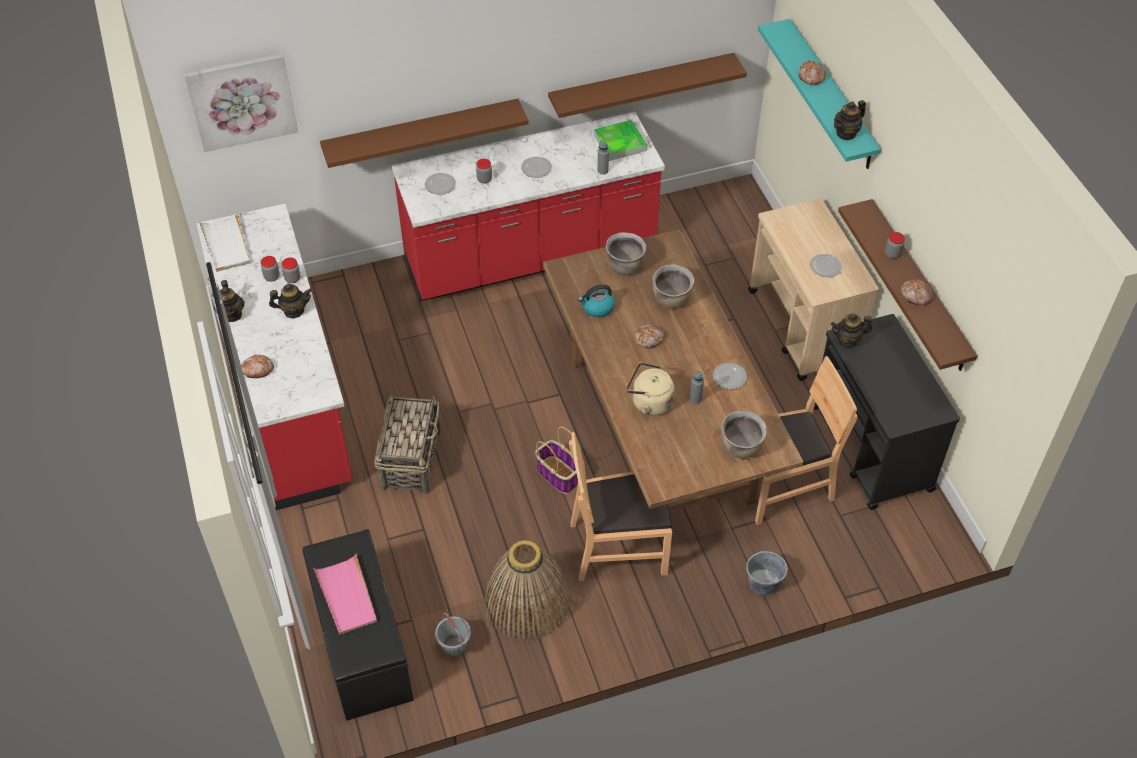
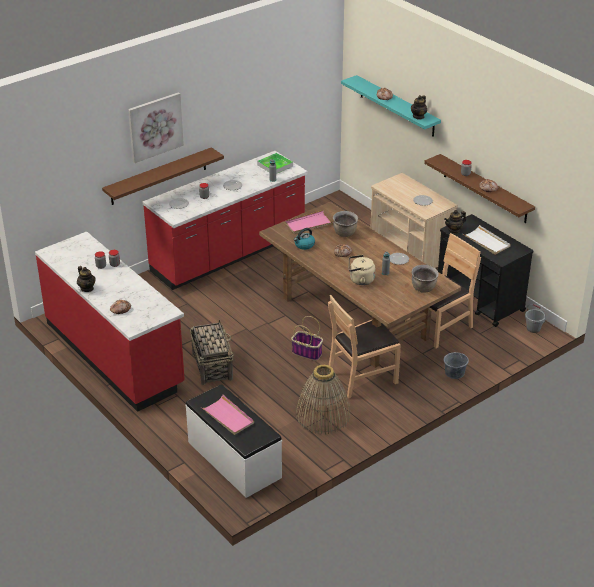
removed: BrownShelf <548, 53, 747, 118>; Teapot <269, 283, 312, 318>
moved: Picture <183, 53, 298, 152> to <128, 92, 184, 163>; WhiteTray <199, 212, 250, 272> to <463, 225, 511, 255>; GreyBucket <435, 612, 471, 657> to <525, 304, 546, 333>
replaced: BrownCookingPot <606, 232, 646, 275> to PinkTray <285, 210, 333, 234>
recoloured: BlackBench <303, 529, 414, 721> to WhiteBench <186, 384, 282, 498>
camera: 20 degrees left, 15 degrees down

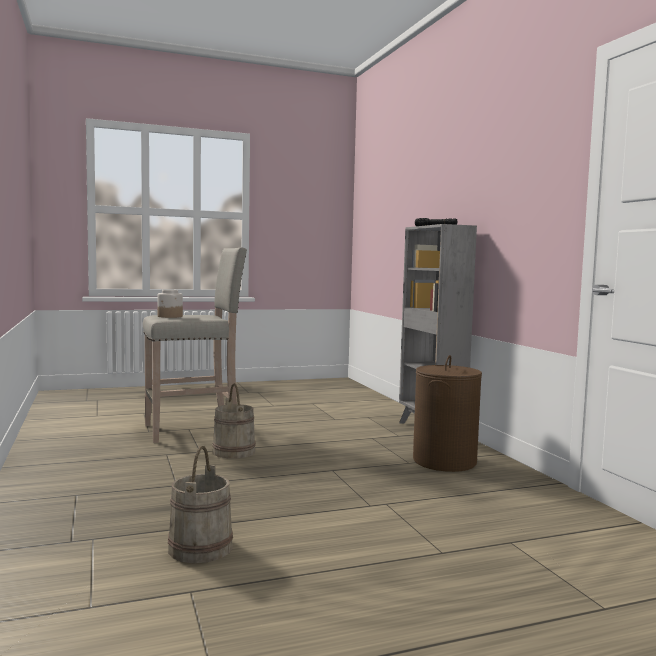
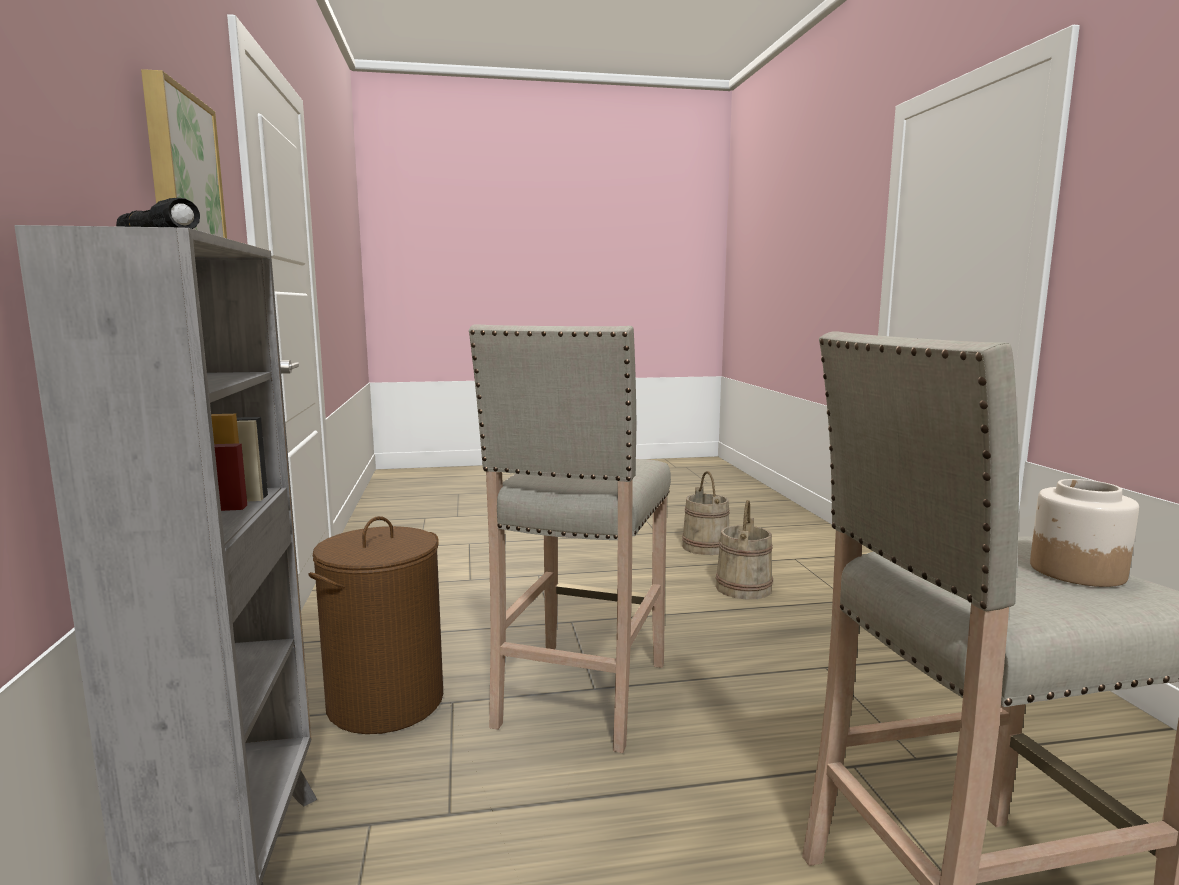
added: Picture <141, 69, 227, 238>; BeigeStool <469, 324, 671, 753>
moved: BeigeBucket <212, 383, 256, 459> to <682, 471, 730, 555>
camera: 170 degrees left, 5 degrees up

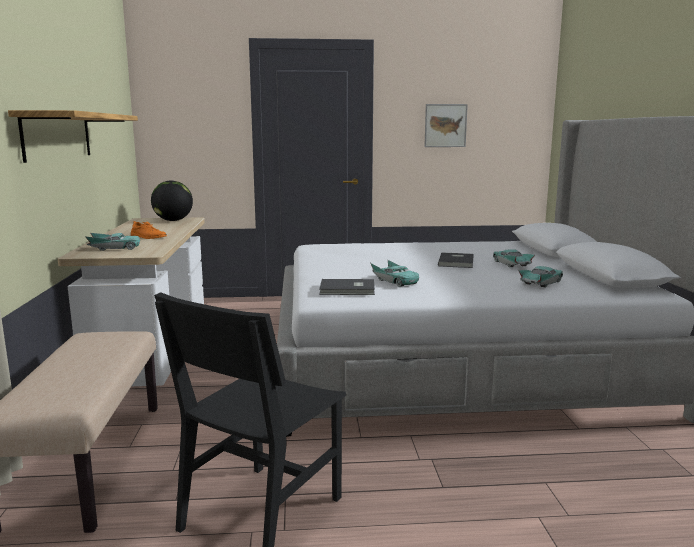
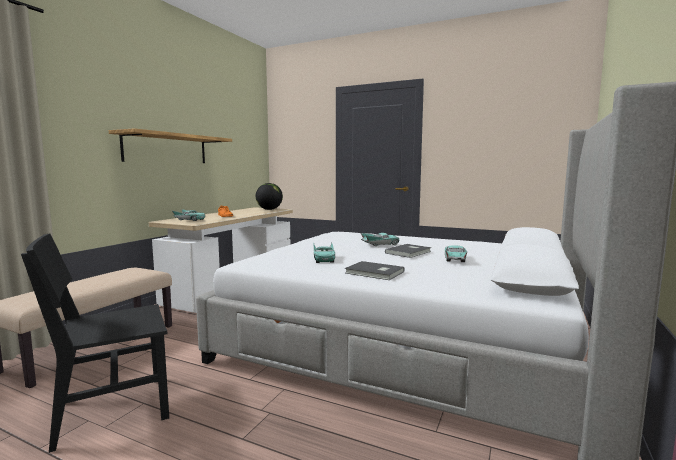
removed: Picture <424, 104, 468, 147>
moved: TurquoiseToyCar <518, 266, 563, 288> to <361, 233, 399, 246>; GreyBook <319, 279, 375, 295> to <345, 261, 405, 280>
camera: 30 degrees right, 5 degrees down

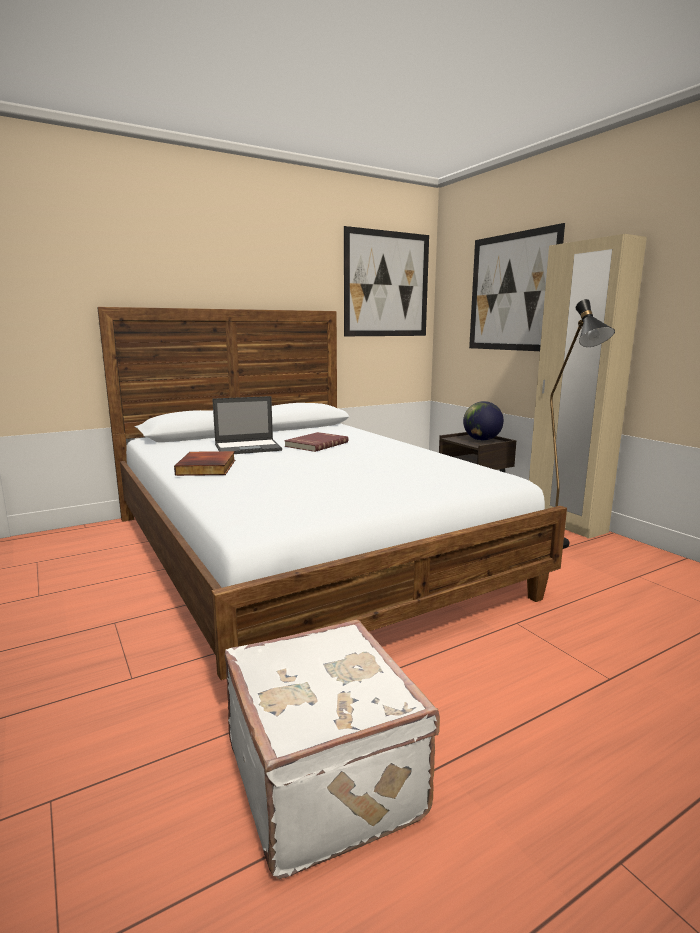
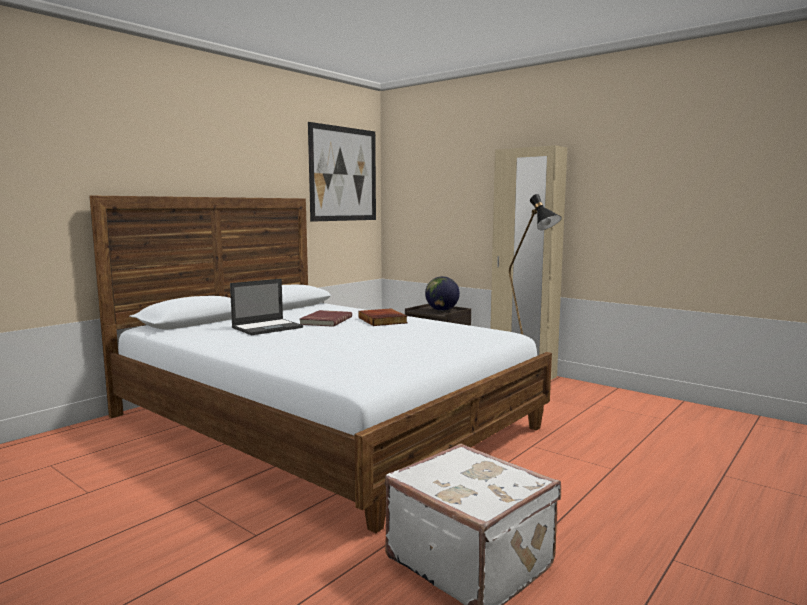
removed: Picture <469, 223, 565, 351>
moved: Book <174, 451, 235, 476> to <358, 308, 407, 326>
camera: 20 degrees left, 5 degrees down

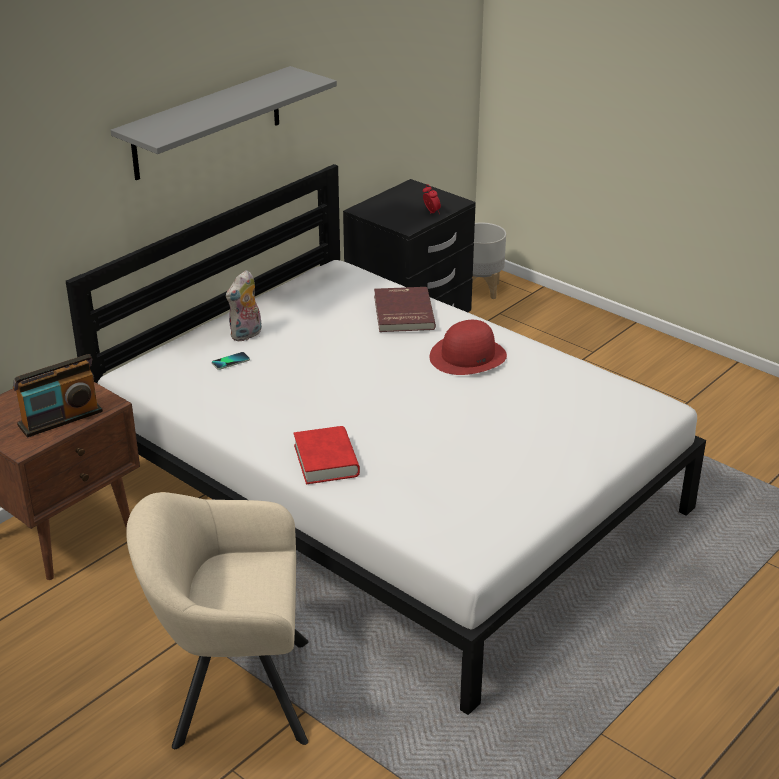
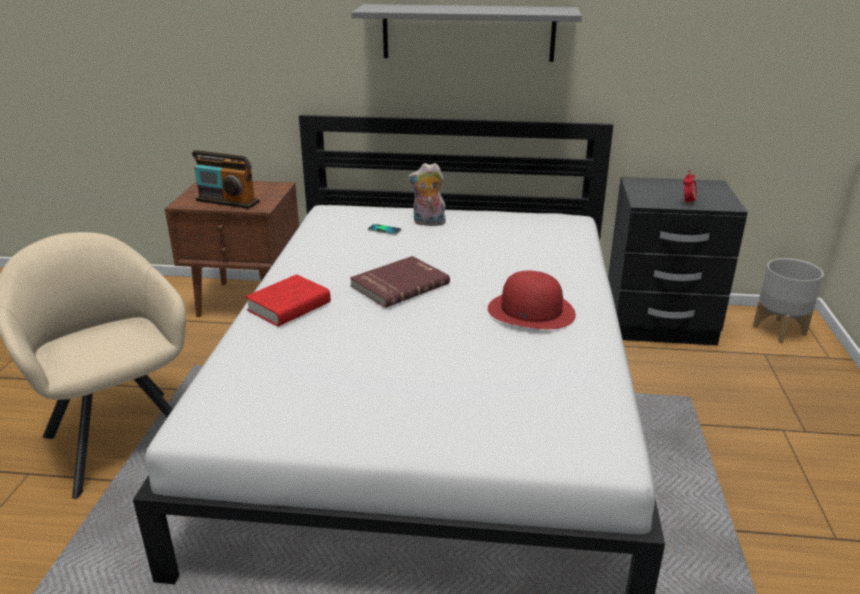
moved: RedBook <374, 287, 436, 332> to <350, 256, 450, 308>
camera: 55 degrees right, 5 degrees down

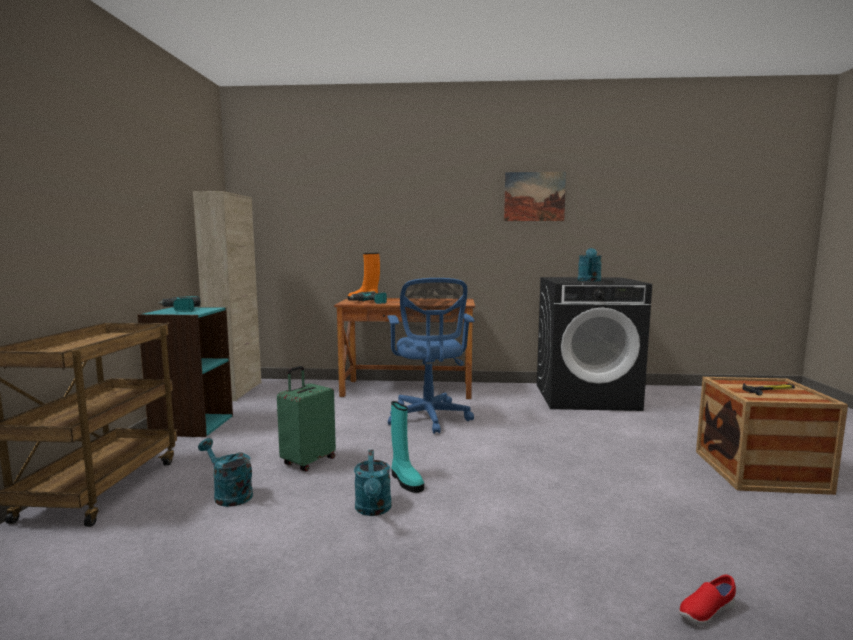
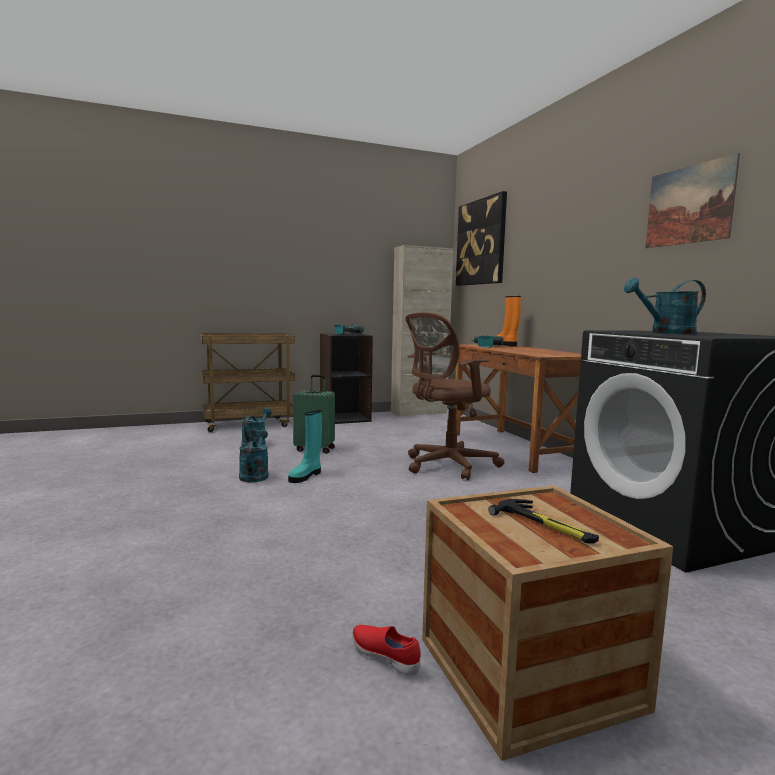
added: Picture <456, 191, 507, 286>
moved: RedShoe <679, 574, 736, 626> to <352, 625, 421, 676>
recoloured: BlueOfficeChair <387, 278, 474, 434> to BrownOfficeChair <406, 312, 505, 480>; TurquoiseBookcase <137, 307, 233, 437> to BlackBookcase <320, 333, 373, 424>
turned: TurquoiseWateringCan <354, 449, 392, 516> = <239, 429, 269, 482> 120 degrees clockwise
camera: 65 degrees right, 0 degrees up

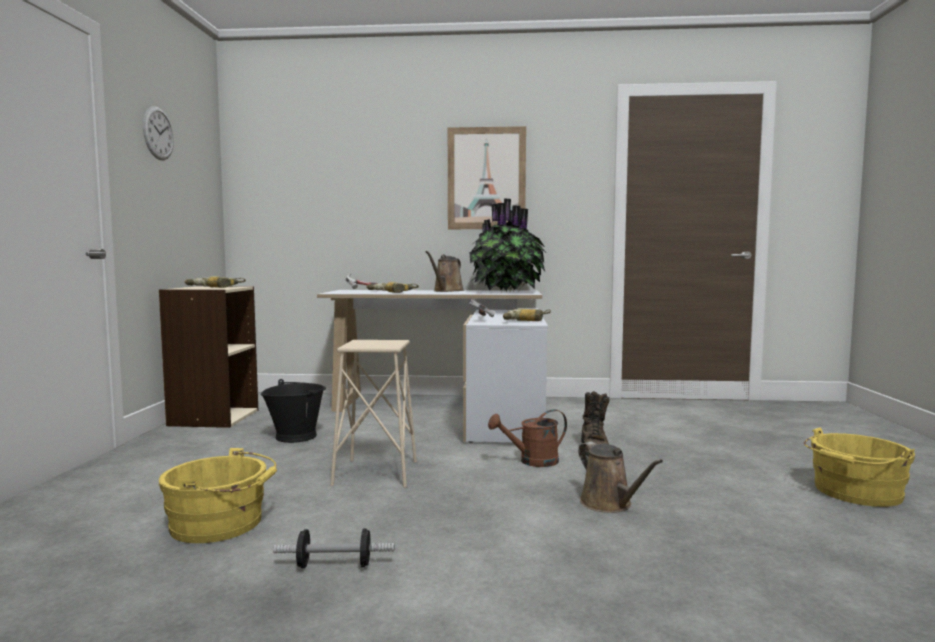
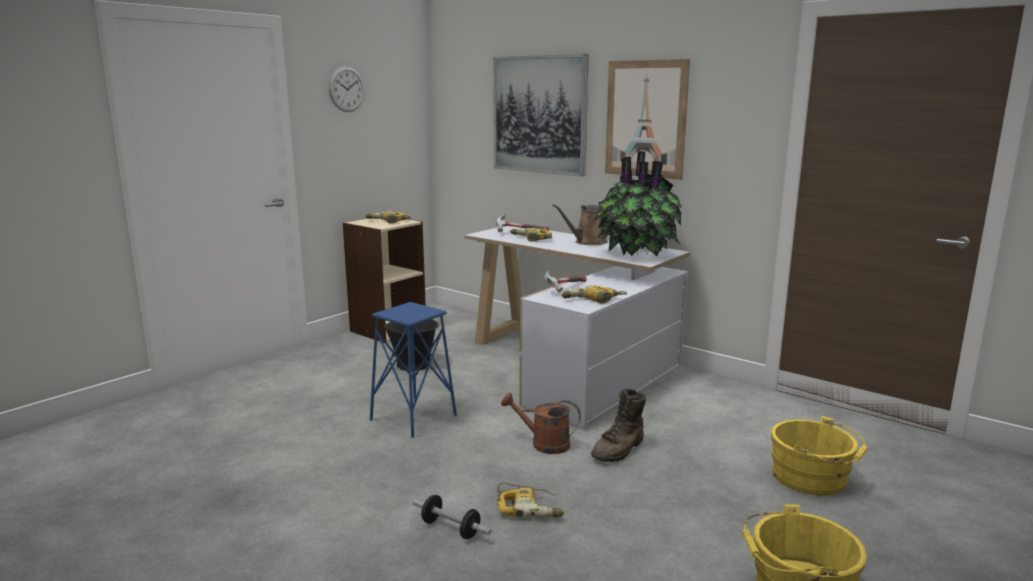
added: Picture <493, 54, 589, 176>
moved: YellowBucket <159, 448, 277, 543> to <770, 416, 868, 496>; Dumbbell <273, 528, 394, 568> to <412, 495, 491, 539>
replaced: BrownWateringCan <578, 441, 663, 513> to PowerDrill <497, 482, 564, 519>
recoloured: BeigeStool <330, 340, 417, 488> to BlueStool <370, 302, 457, 438>
camera: 35 degrees right, 10 degrees up

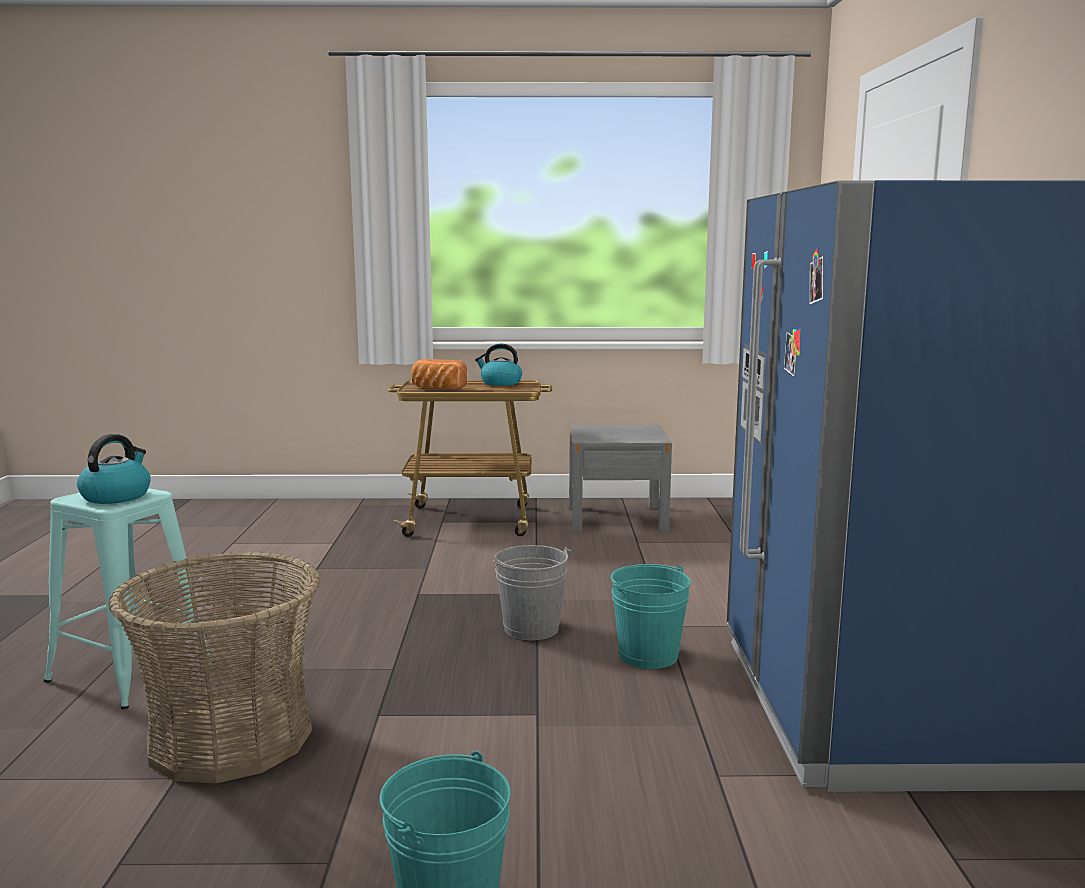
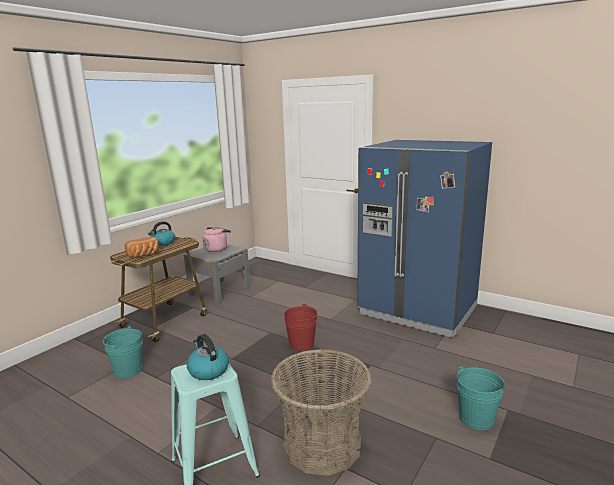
added: PinkKettle <202, 227, 231, 252>
moved: TurquoiseBucket <611, 564, 690, 669> to <103, 326, 143, 378>
recoloured: GreyBucket <493, 545, 571, 640> to RedBucket <284, 304, 317, 351>
camera: 55 degrees left, 5 degrees up

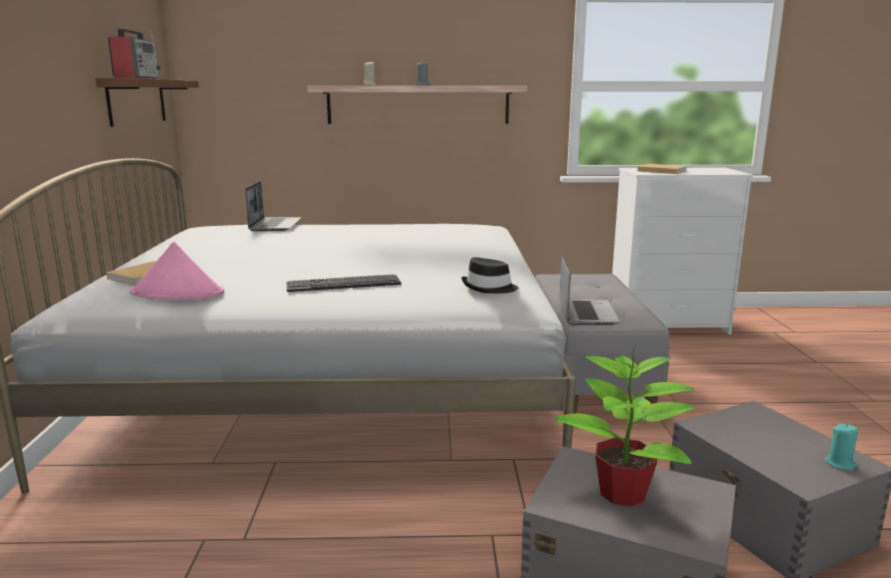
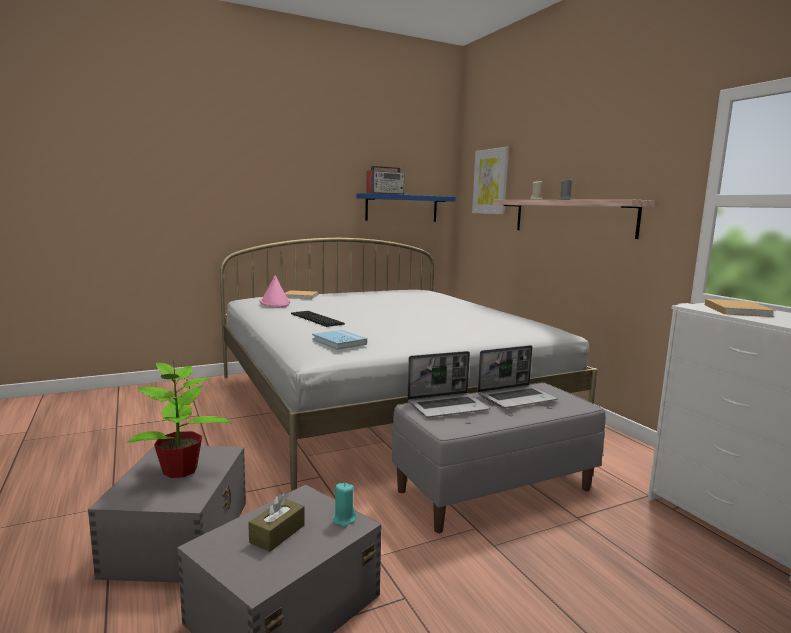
added: Picture <472, 147, 509, 214>; BrownTissueBox <248, 493, 305, 552>
moved: Laptop <245, 181, 301, 231> to <477, 345, 558, 408>; TurquoiseCandle <825, 424, 859, 471> to <333, 483, 357, 527>
replaced: BlackHat <461, 257, 518, 293> to BlueBook <313, 330, 367, 350>
recoloured: BrownShelf <96, 78, 199, 127> to BlueShelf <356, 193, 456, 222>
camera: 65 degrees right, 5 degrees down

